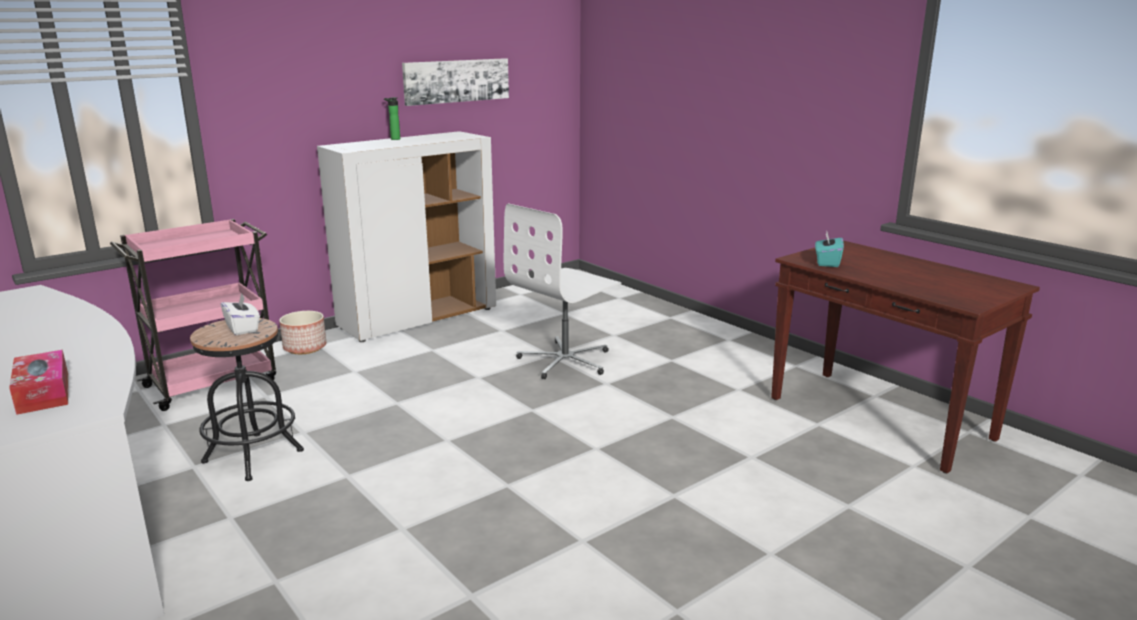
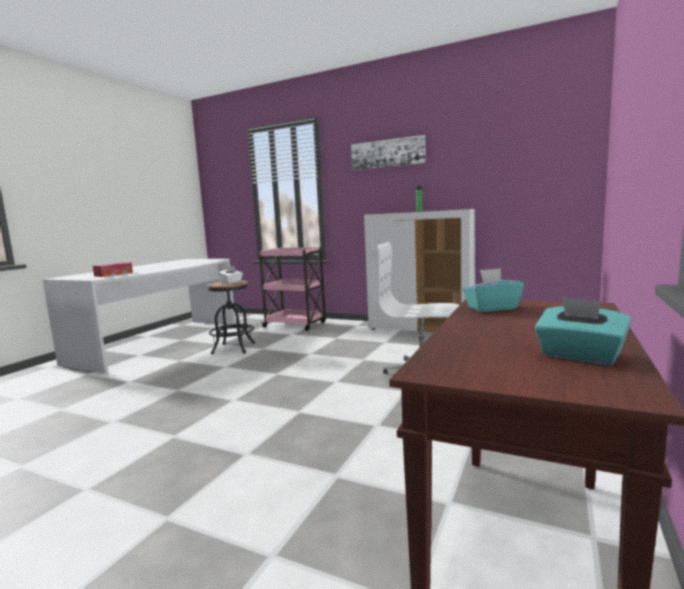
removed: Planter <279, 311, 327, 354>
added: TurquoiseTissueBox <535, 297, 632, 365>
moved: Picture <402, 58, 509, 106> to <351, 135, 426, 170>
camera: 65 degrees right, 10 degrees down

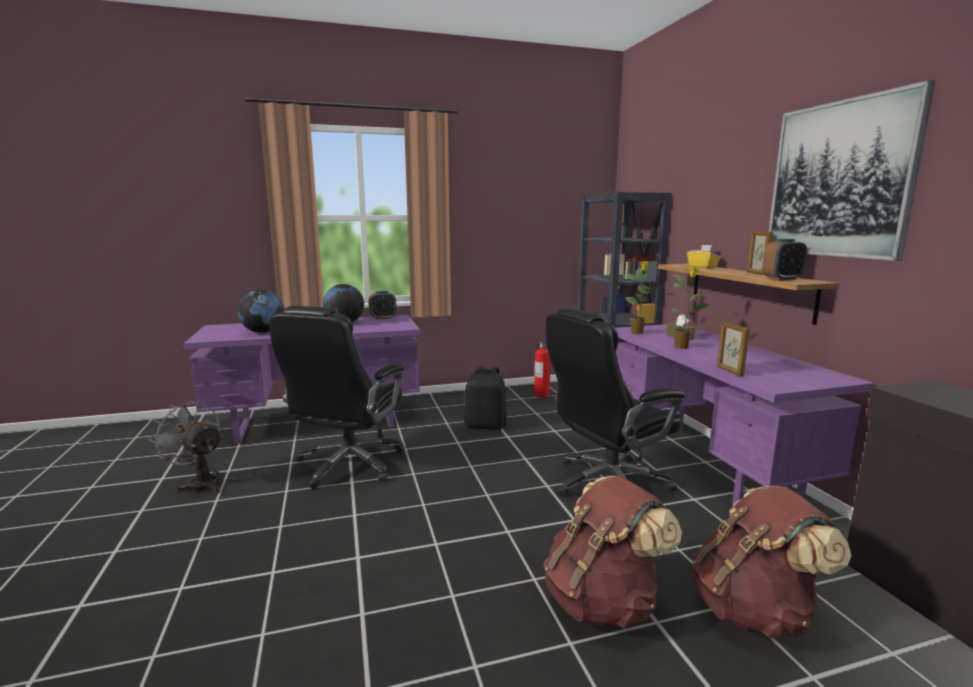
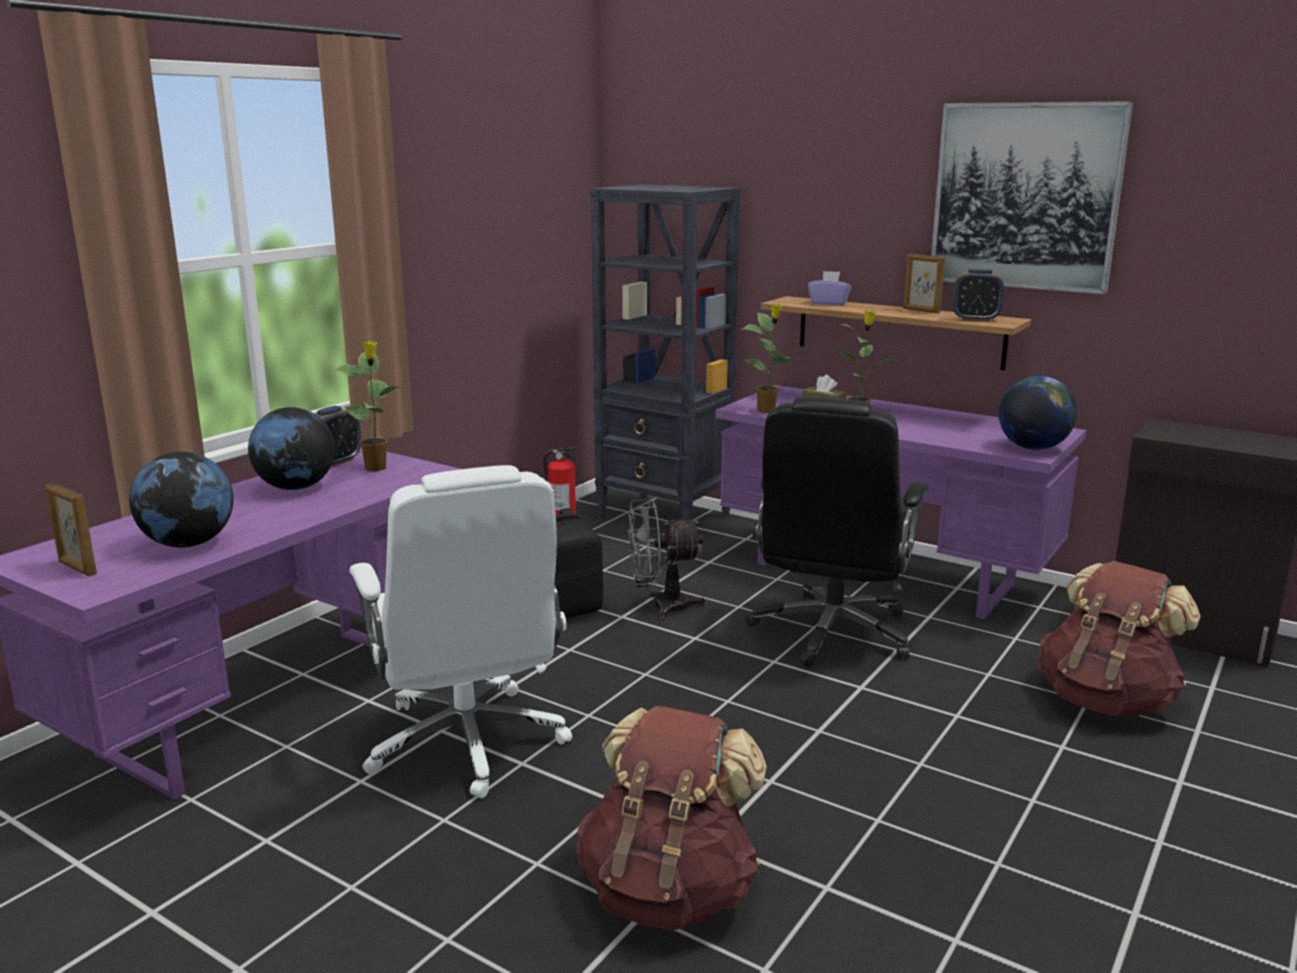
added: PottedPlant <334, 341, 404, 471>; Globe <998, 376, 1077, 450>
moved: PictureFrame <717, 321, 750, 376> to <45, 483, 97, 576>; GreyFan <149, 401, 222, 493> to <628, 499, 705, 620>; BrownBackpack <544, 476, 682, 628> to <577, 706, 767, 930>
recoloured: YellowTissueBox <687, 245, 721, 268> to PurpleTissueBox <808, 271, 852, 305>; BlackOfficeChair <269, 306, 405, 489> to WhiteOfficeChair <350, 465, 572, 798>
turned: AlarmClock <762, 239, 807, 280> = <953, 269, 1004, 322> 75 degrees clockwise
camera: 40 degrees left, 5 degrees up

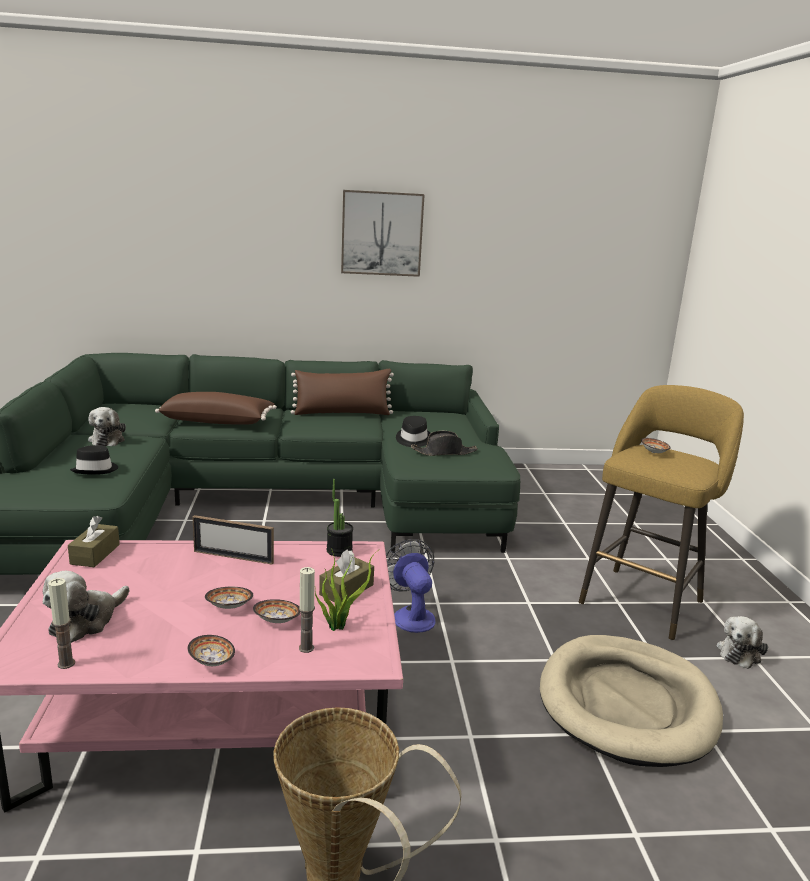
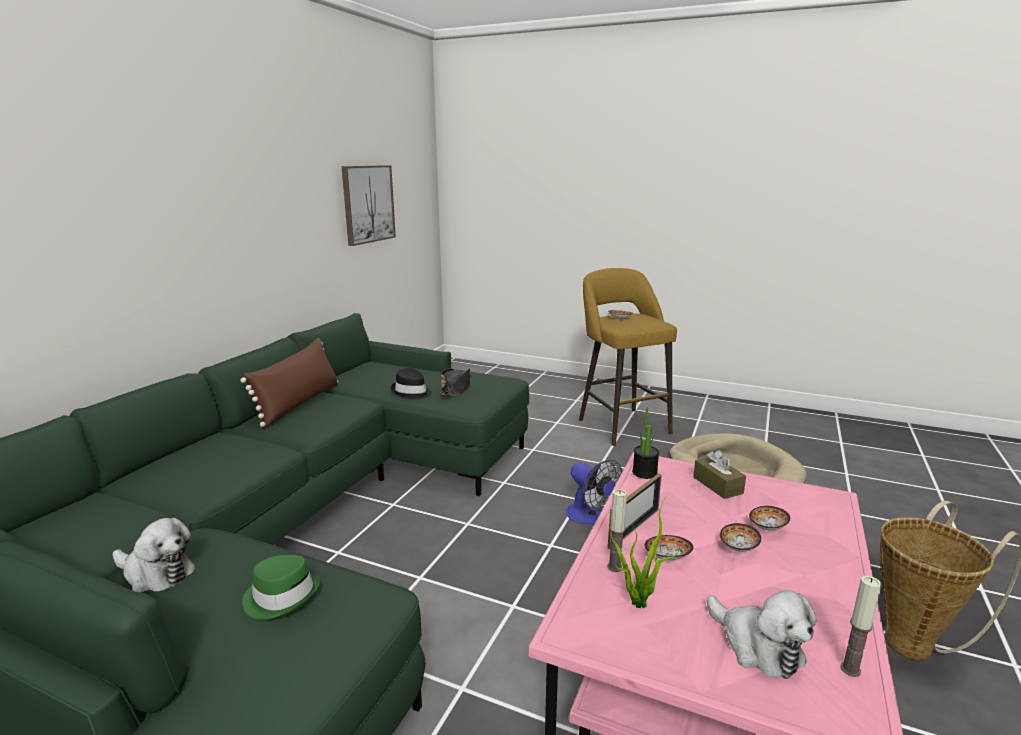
removed: BrownPillow <155, 392, 277, 425>; BrownTissueBox <68, 516, 120, 567>; PlushToy <717, 616, 768, 669>
moved: Picture <341, 190, 425, 277> to <342, 165, 396, 246>; PottedPlant <315, 551, 377, 631> to <611, 495, 680, 608>; Candle <299, 567, 315, 653> to <607, 489, 627, 572>; Bowl <188, 635, 235, 666> to <644, 535, 694, 560>
recoloured: BlackHat <70, 445, 118, 475> to GreenHat <242, 555, 321, 620>
turned: Fan <386, 539, 436, 633> = <566, 460, 623, 525> 135 degrees counterclockwise
camera: 60 degrees left, 0 degrees up

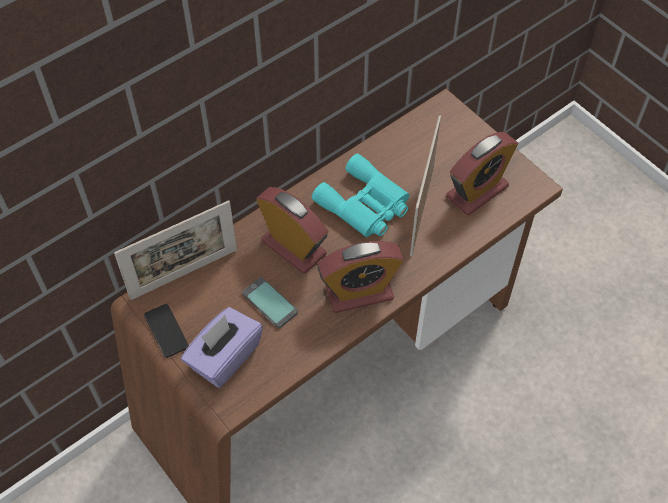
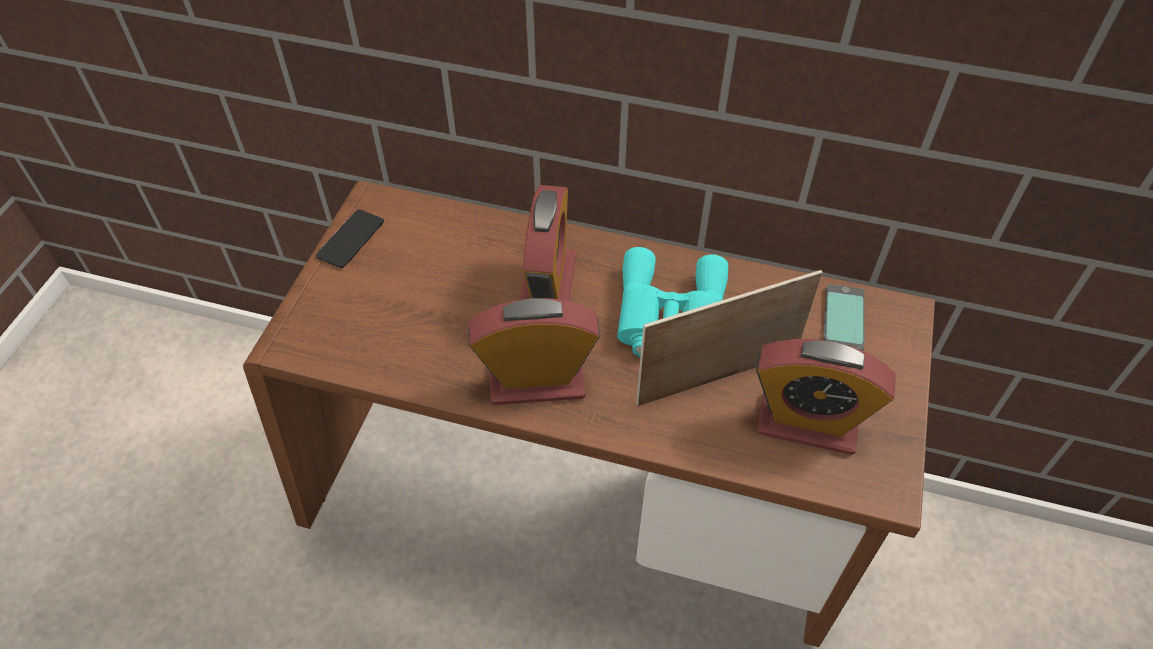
removed: PictureFrame <114, 200, 237, 300>; PurpleTissueBox <181, 307, 263, 388>
moved: Phone <242, 277, 298, 328> to <823, 284, 865, 351>
turned: AlarmClock <318, 241, 404, 313> = <468, 298, 600, 405> 135 degrees clockwise
camera: 55 degrees right, 5 degrees down

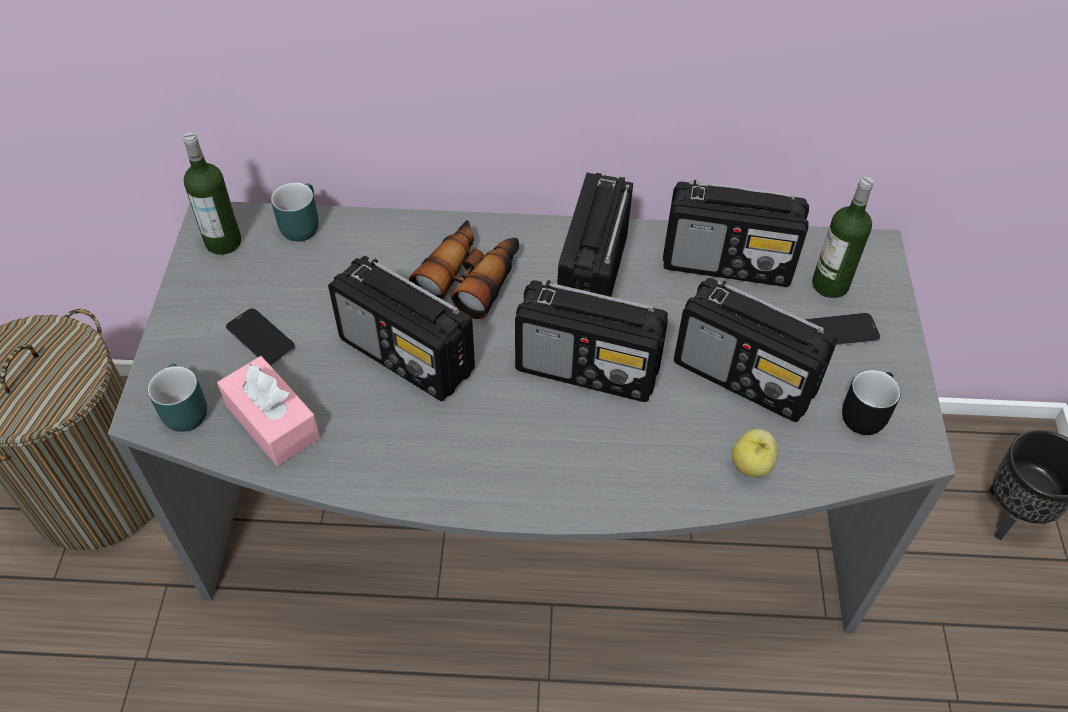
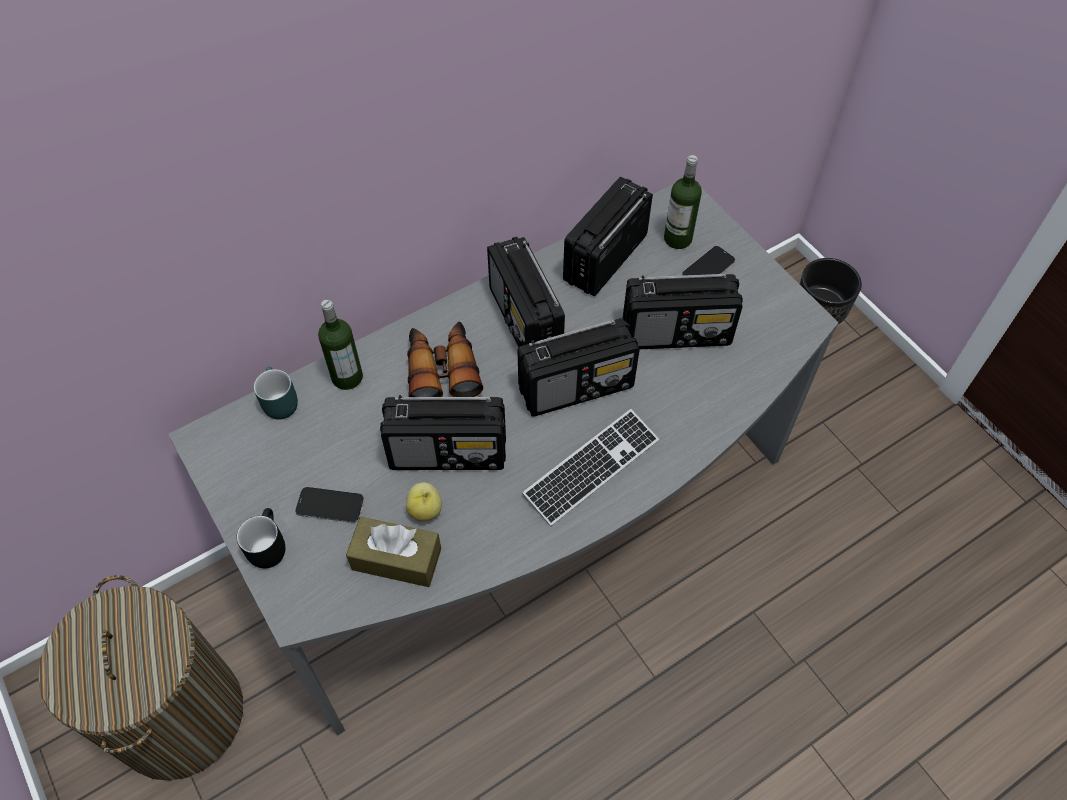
removed: TurquoiseMug <148, 364, 207, 432>
added: Keyboard <522, 409, 659, 526>
moved: Bottle <183, 132, 241, 255> to <318, 300, 363, 390>; BlackMug <842, 370, 901, 435> to <236, 508, 285, 568>; Apple <732, 429, 778, 477> to <406, 482, 442, 522>
recoloured: PinkTissueBox <217, 356, 320, 466> to BrownTissueBox <346, 517, 441, 587>
turned: Radio <663, 180, 809, 287> = <563, 177, 653, 296> 150 degrees clockwise
camera: 35 degrees left, 5 degrees up

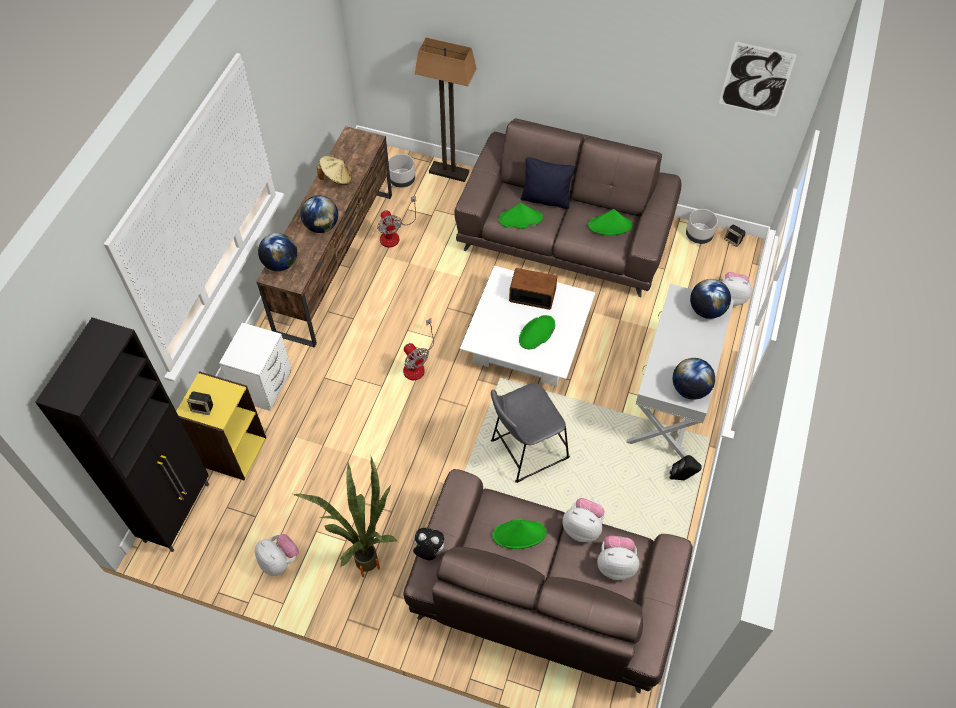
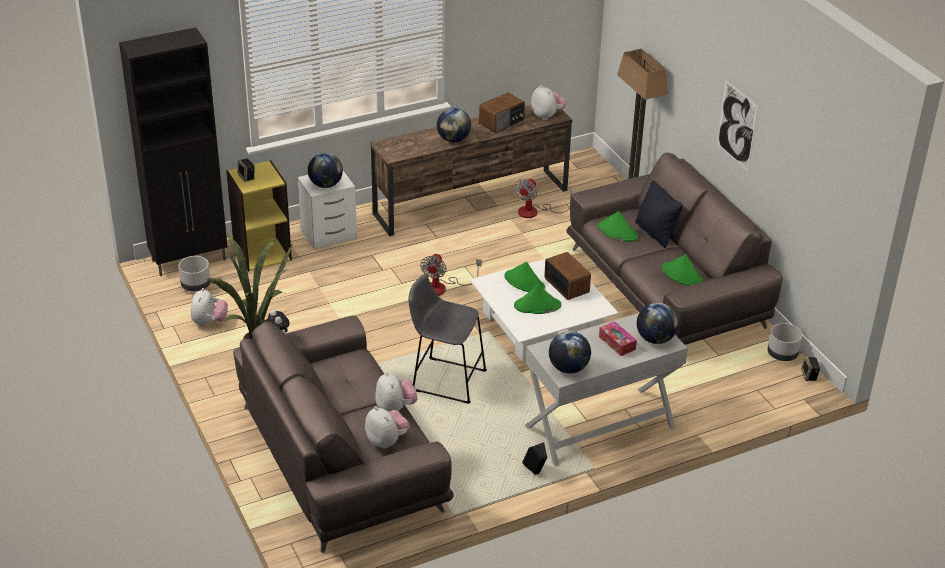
added: TissueBox <599, 321, 637, 356>
moved: Picture <719, 42, 797, 116> to <717, 80, 758, 171>; GreyPlanter <388, 154, 415, 188> to <178, 256, 210, 291>; Globe <258, 233, 297, 271> to <308, 153, 343, 188>; PlushToy <722, 272, 752, 306> to <531, 85, 566, 120>; GreenHat <493, 519, 546, 549> to <504, 262, 545, 292>
replaced: BeigeHat <317, 156, 352, 185> to Radio <479, 93, 525, 133>
camera: 45 degrees right, 20 degrees down

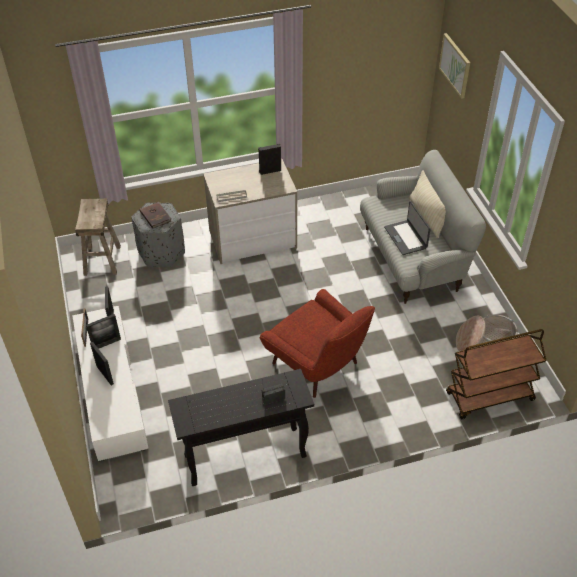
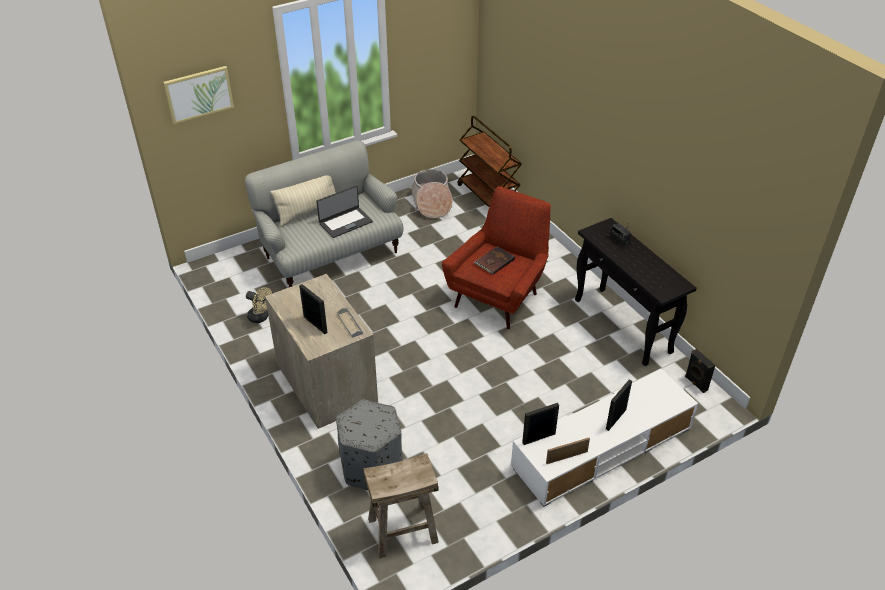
added: BeigeFan <246, 287, 272, 323>
moved: BlackSpeaker <258, 143, 281, 175> to <685, 349, 715, 393>; BrownBook <140, 202, 172, 229> to <474, 246, 515, 275>; PictureFrame <86, 314, 121, 349> to <299, 284, 328, 334>
camera: 105 degrees left, 5 degrees down

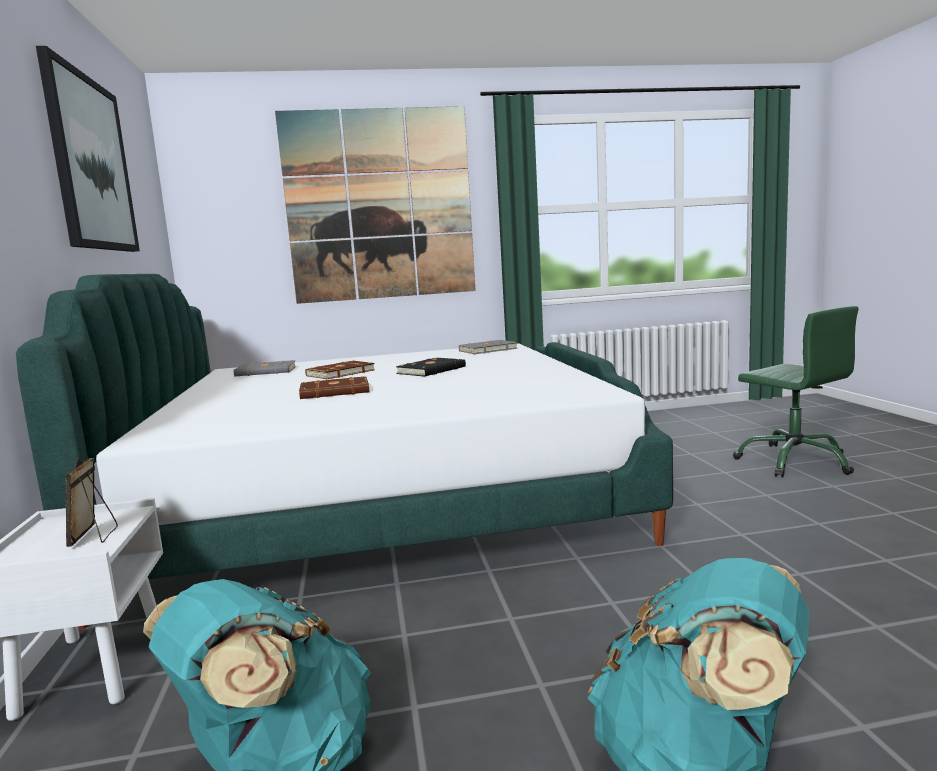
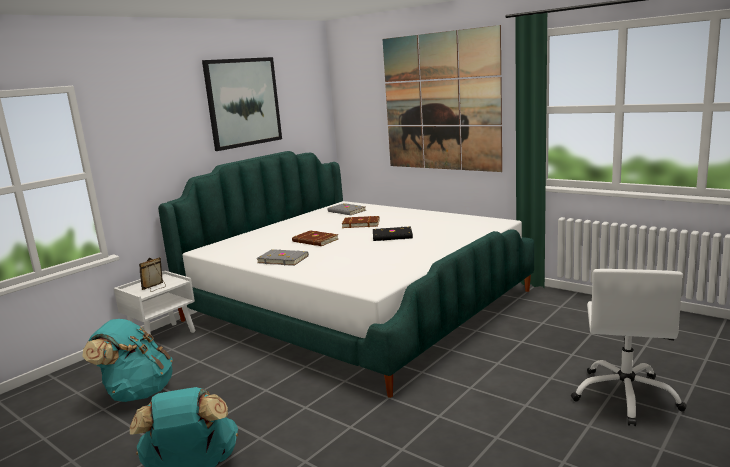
moved: GreyBook <459, 340, 518, 354> to <257, 249, 309, 266>
recoloured: GreenOfficeChair <733, 306, 859, 477> to WhiteOfficeChair <571, 269, 687, 426>
camera: 50 degrees right, 5 degrees up

